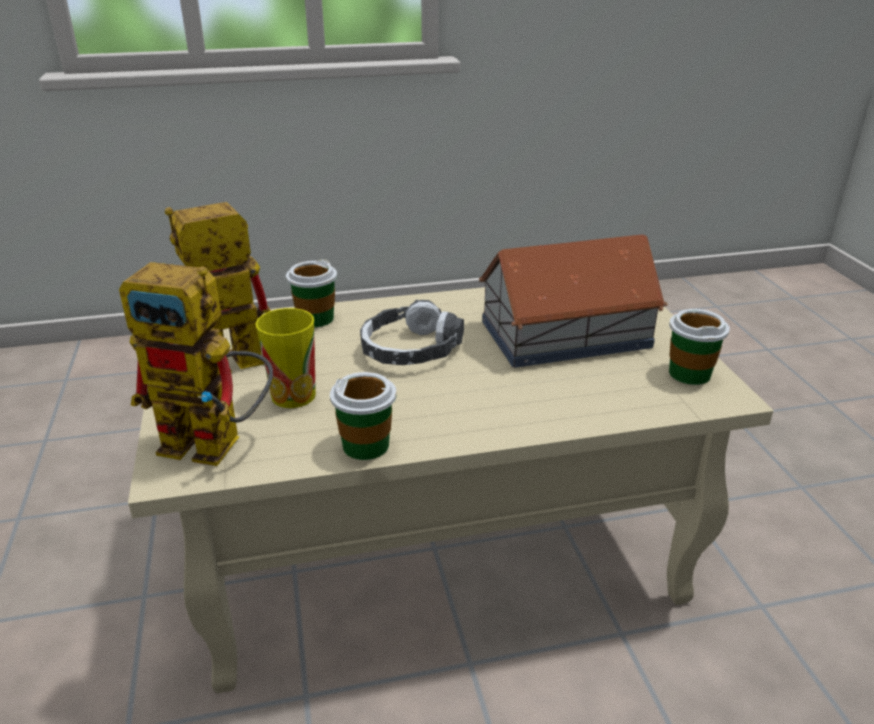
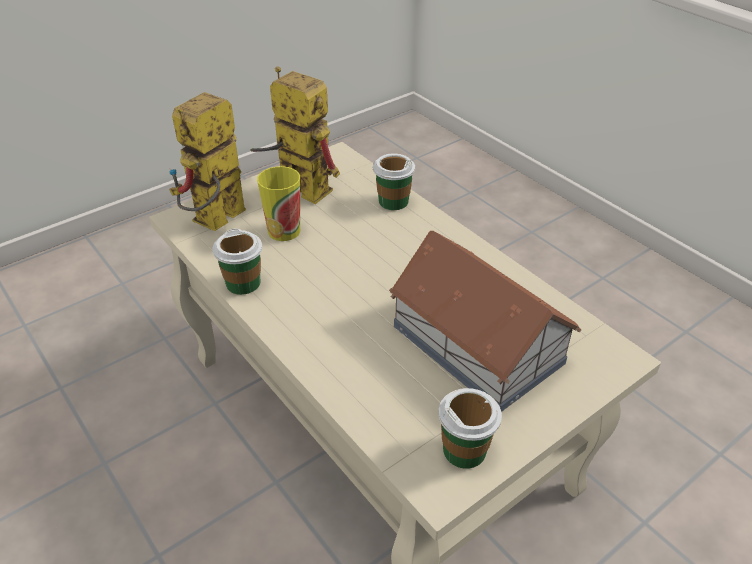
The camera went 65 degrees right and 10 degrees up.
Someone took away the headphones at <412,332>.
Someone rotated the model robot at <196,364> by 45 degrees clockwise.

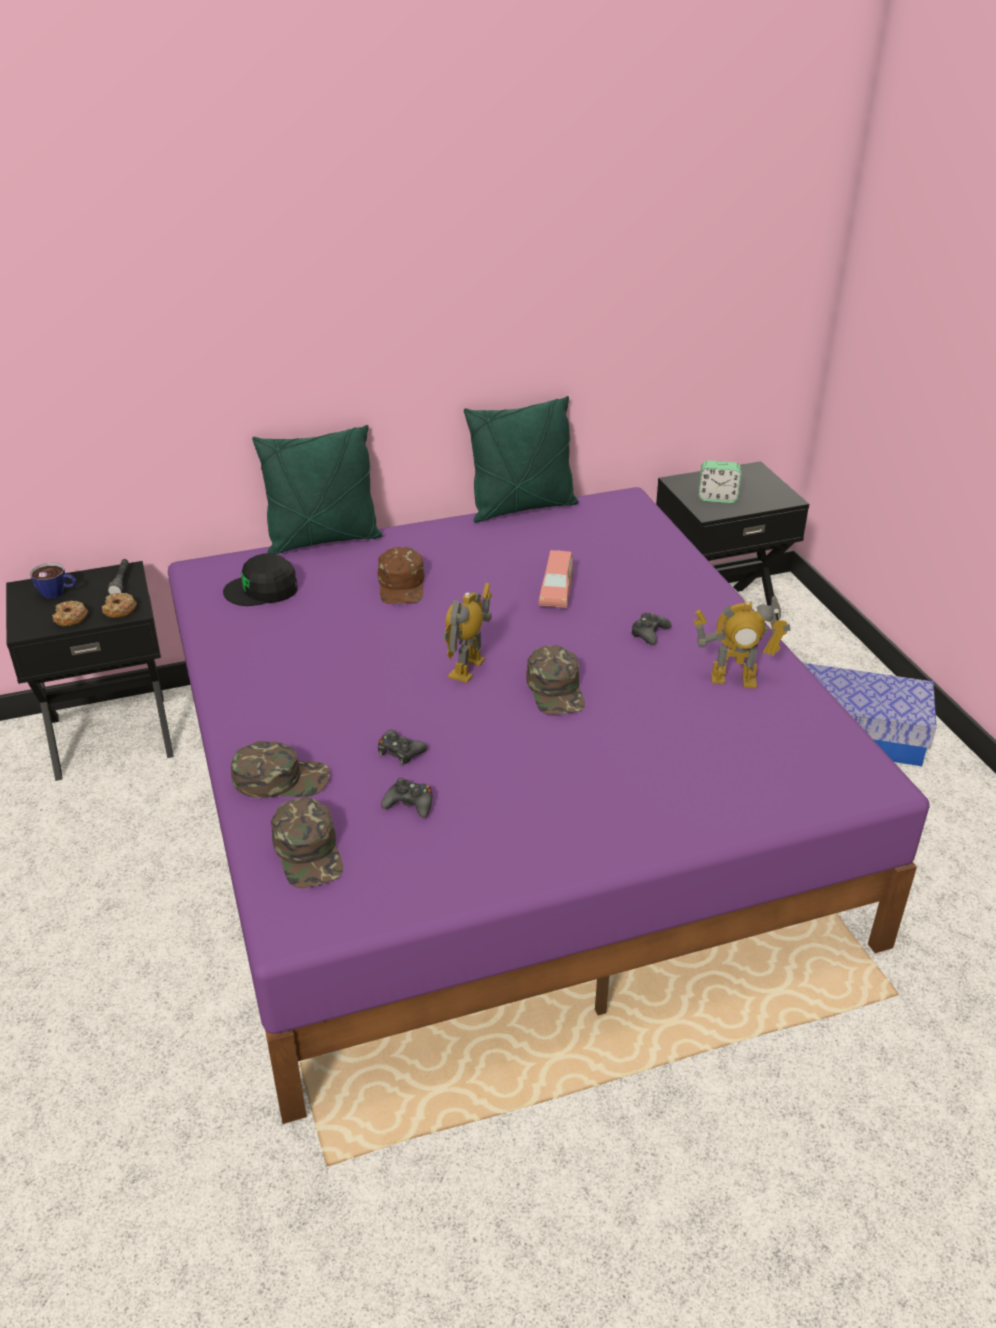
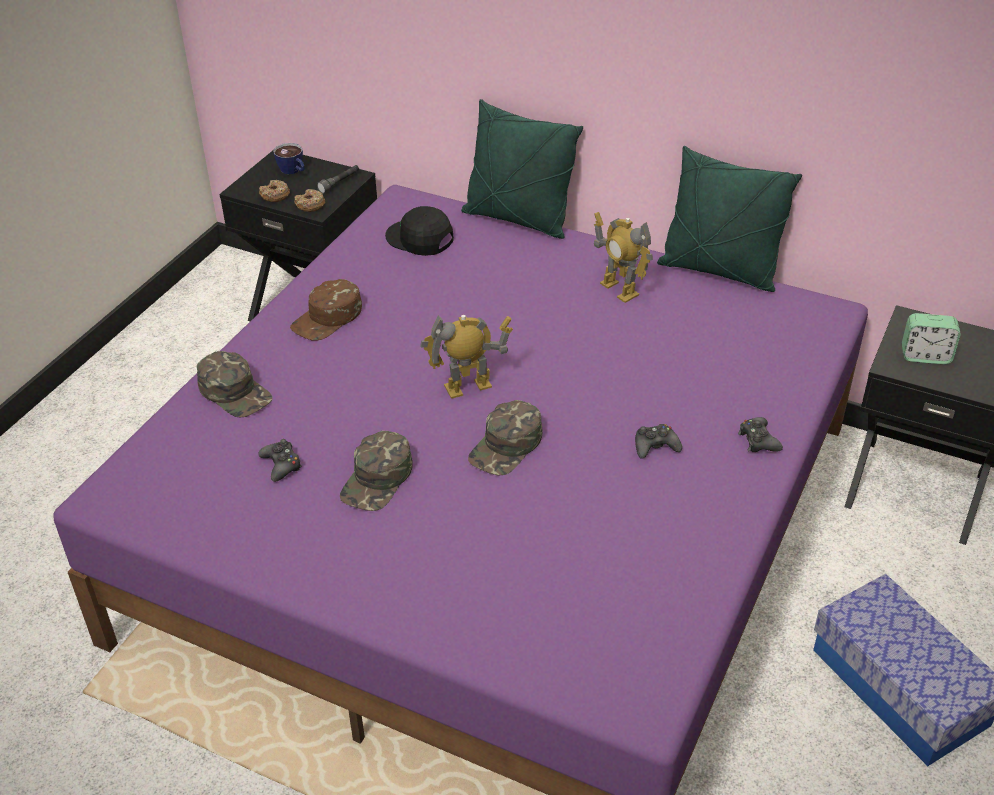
The camera went 45 degrees right and 5 degrees up.
Someone took away the model car (pinkish) at <556,579>.
Someone carried the peaked cap (green-coloured) from <307,842> to <376,471>.
Someone carried the peaked cap (brownish) from <401,575> to <326,310>.
Someone carried the gamepad (black) from <403,747> to <760,434>.
Someone carried the model robot from <742,642> to <623,257>.
Someone rotated the table clock at <720,482> by 45 degrees counterclockwise.

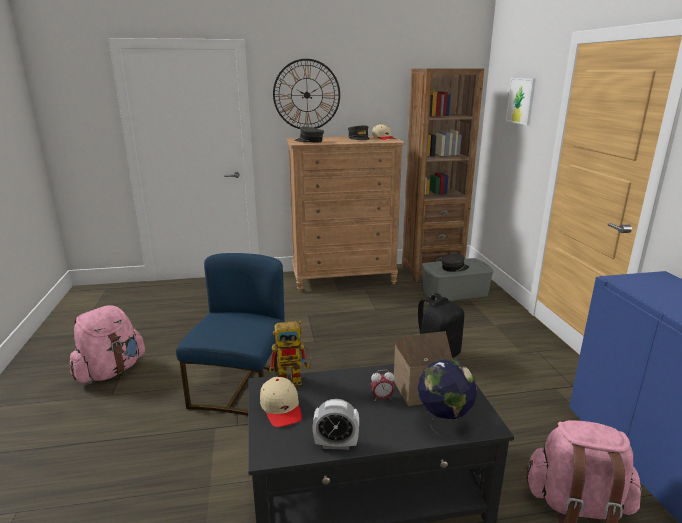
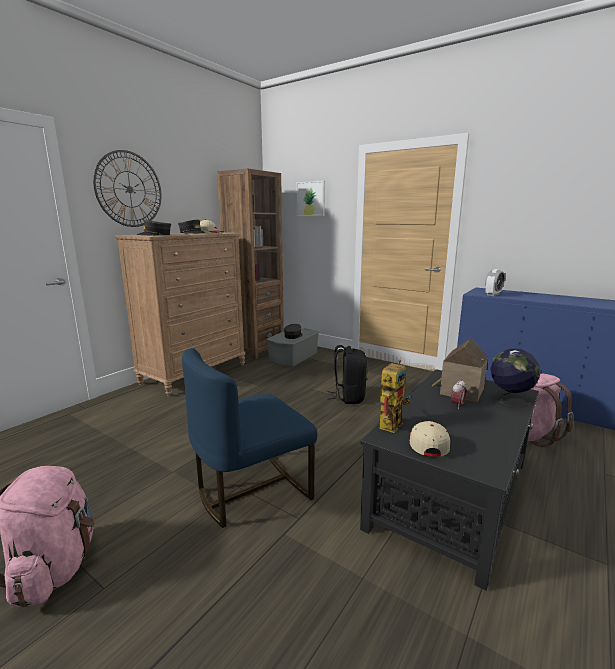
The camera went 45 degrees left and 5 degrees down.
Someone carried the table clock from <335,424> to <495,282>.
Someone rotated the plain chair (blue) at <230,334> by 90 degrees counterclockwise.
Someone rotated the peaked cap (beige-coloured) at <281,402> by 105 degrees counterclockwise.

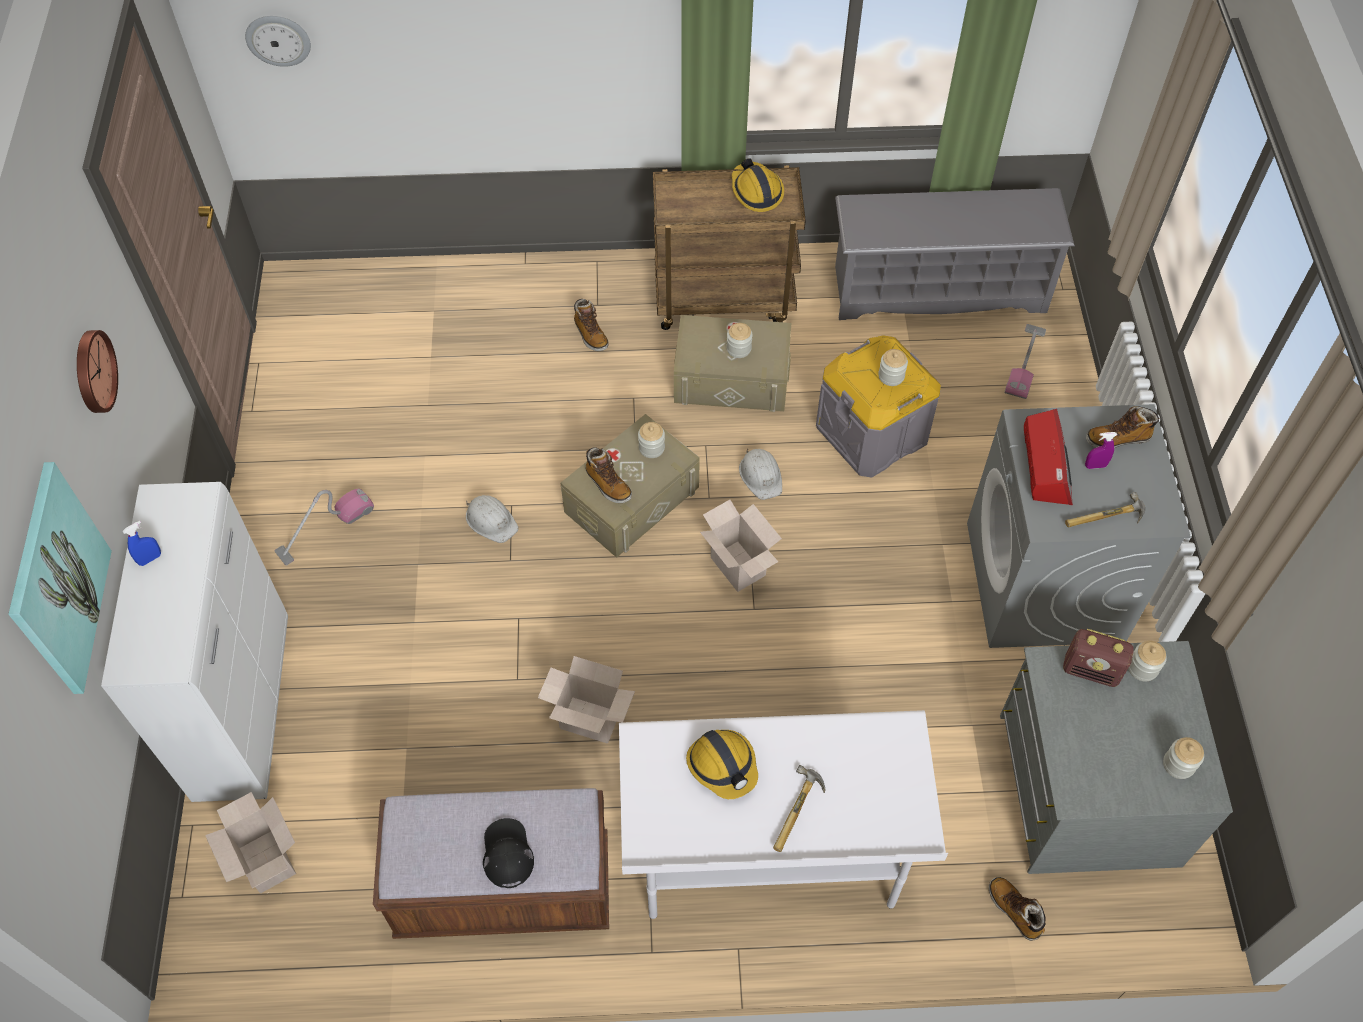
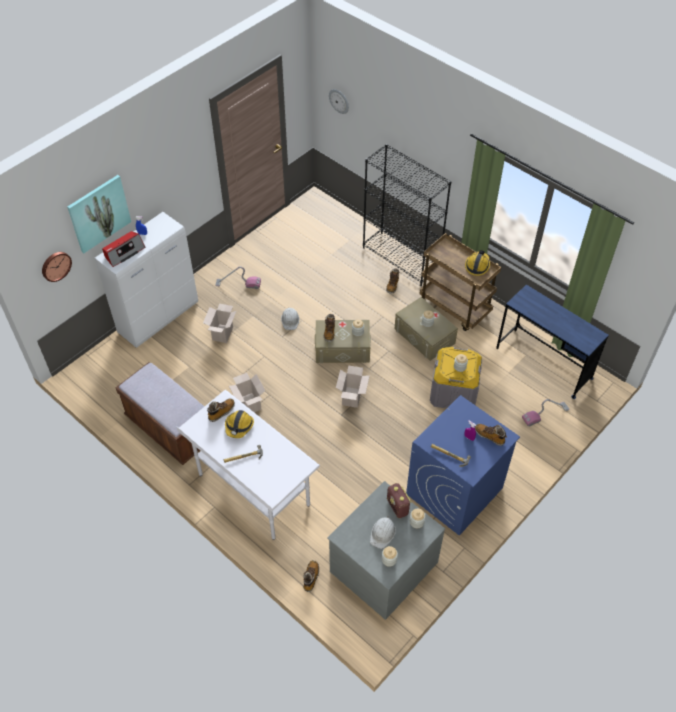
The camera went 45 degrees right and 5 degrees down.
Someone took away the peaked cap (black) at <508,853>.
Someone put down the tall boot at <221,410>.
Someone put down the bookcase (black) at <407,215>.
Someone carried the hanging clock from <97,371> to <57,267>.
Someone carried the carton from <250,842> to <219,323>.
Someone carried the hard hat (white-coloured) from <760,474> to <383,532>.
Someone carried the radio set from <1048,457> to <123,249>.
Someone swapped the shoe rack (grey) at <955,254> for the desk unit (blue) at <552,342>.
Someone repainted the washing machine (grey) at <1079,526>, which became the washing machine (blue) at <463,465>.

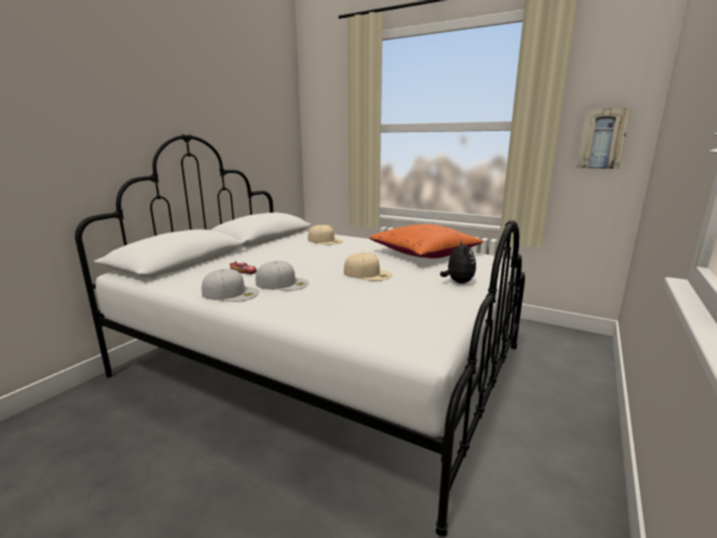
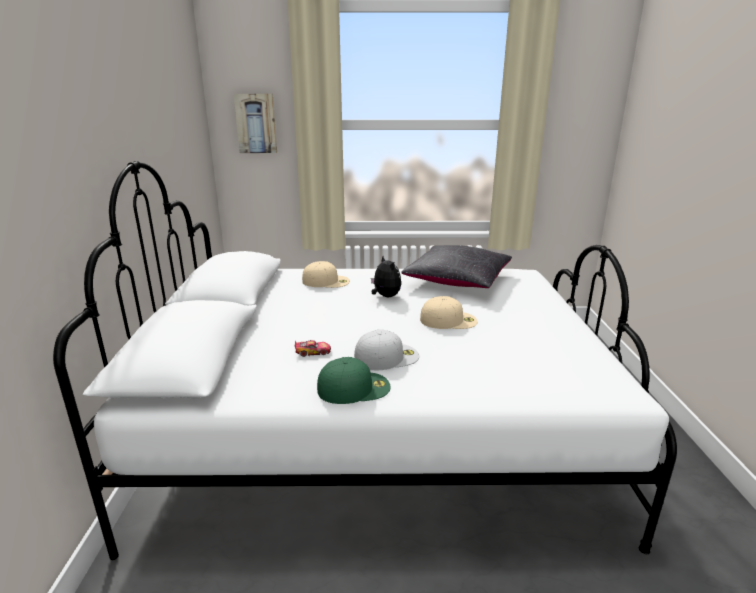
The camera went 30 degrees left and 5 degrees up.
Someone carried the cuddly toy from <458,262> to <386,276>.
Someone carried the wall art from <603,138> to <255,123>.
Someone repainted the peaked cap (white-coloured) at <230,285>, which became the peaked cap (green-coloured) at <353,380>.
Someone repainted the cushion (orange) at <426,241>, which became the cushion (black) at <456,266>.

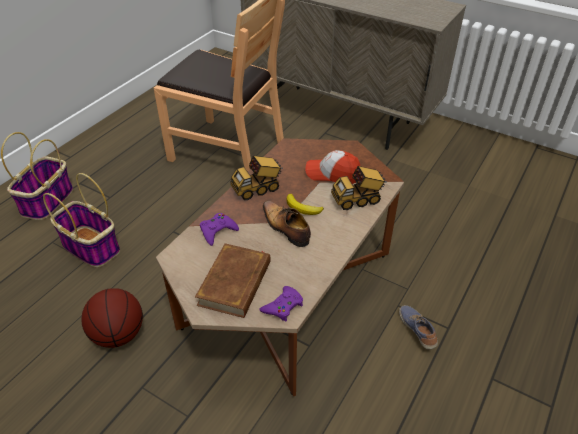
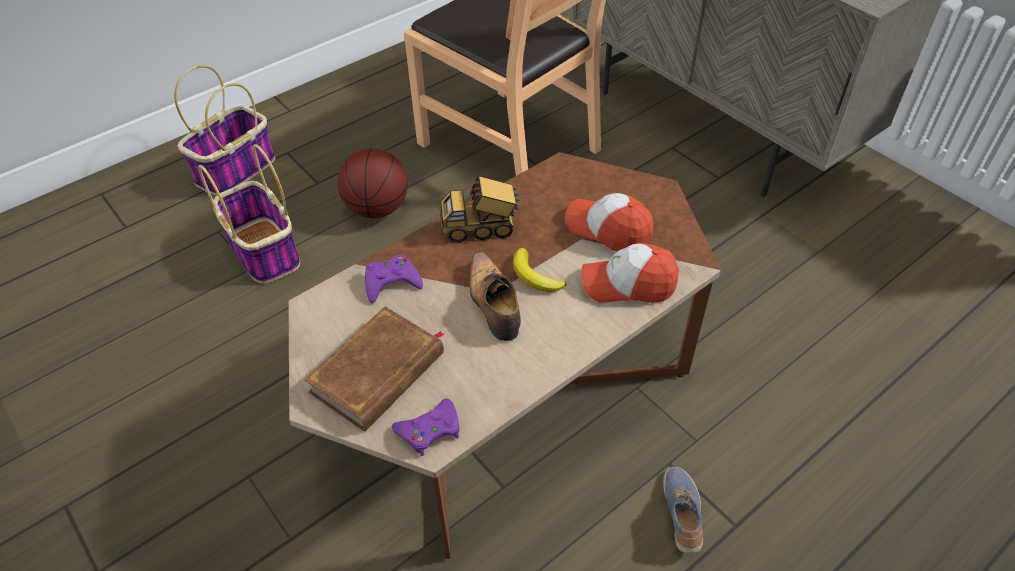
The camera went 20 degrees right and 5 degrees up.
Someone carried the ball for basketball from <112,318> to <372,183>.
Someone swapped the model truck at <359,188> for the peaked cap at <630,273>.

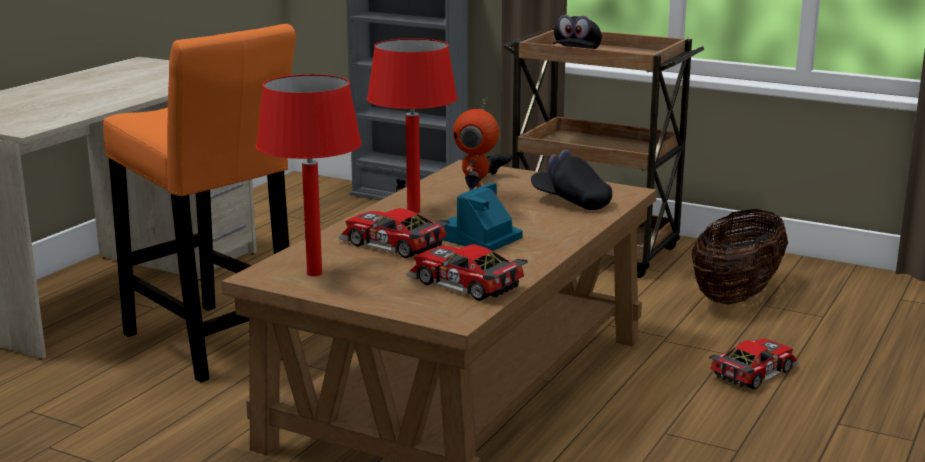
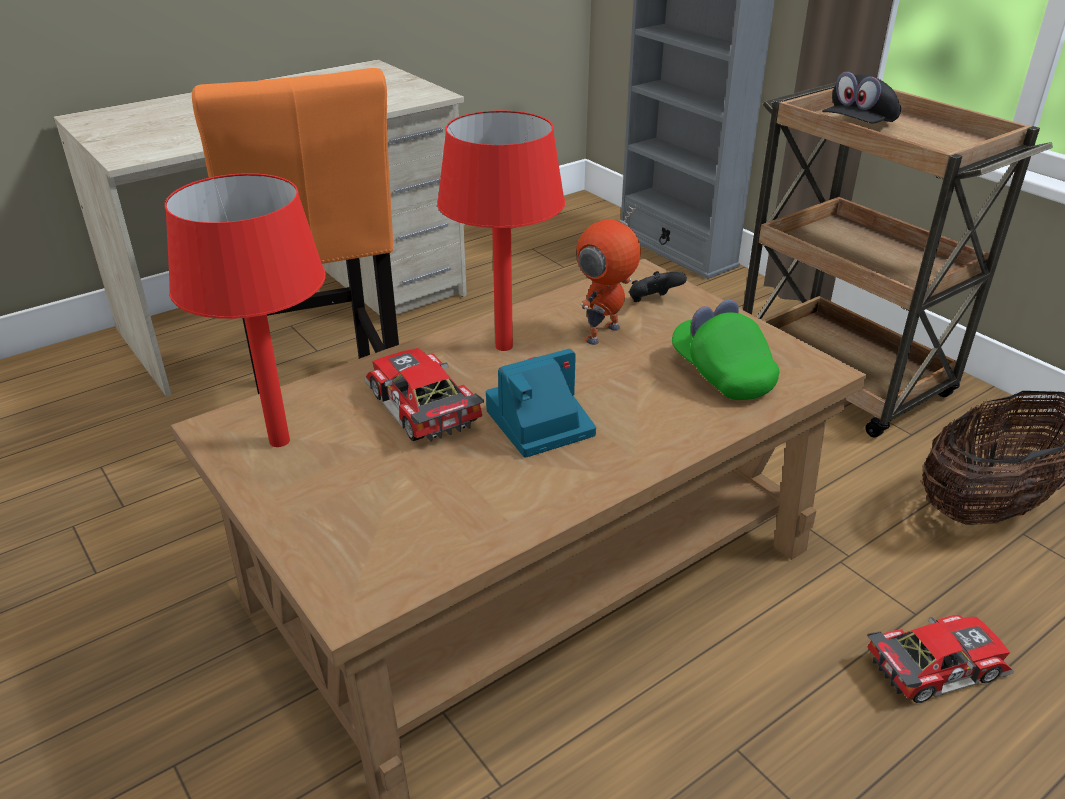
The camera went 25 degrees right and 15 degrees up.
Someone took away the model car at <467,272>.
Someone repainted the peaked cap (black) at <571,180>, which became the peaked cap (green-coloured) at <725,349>.

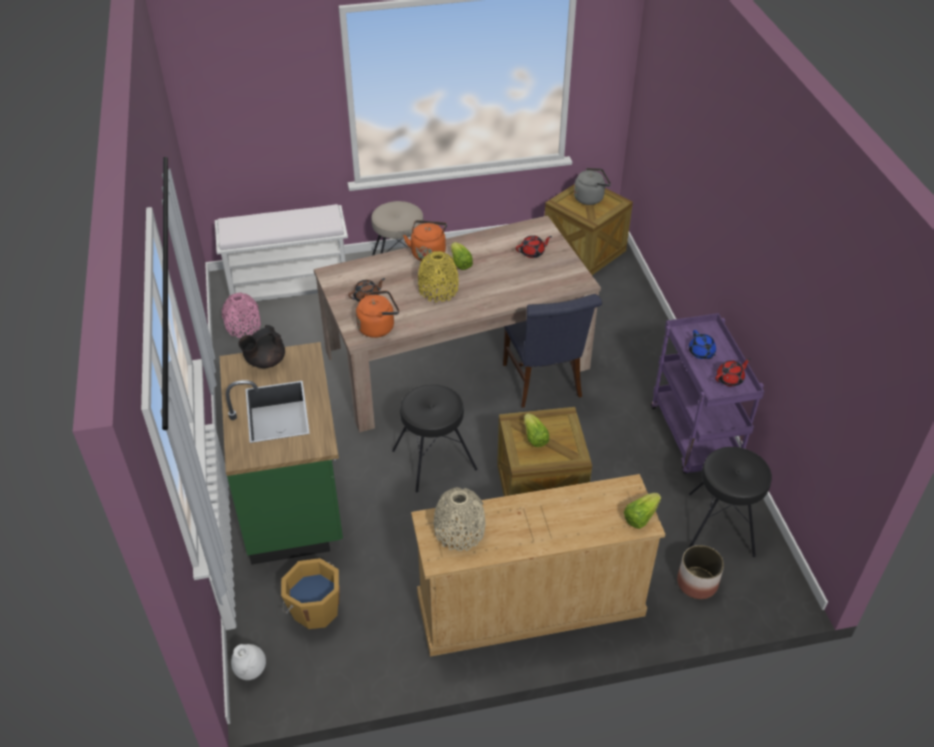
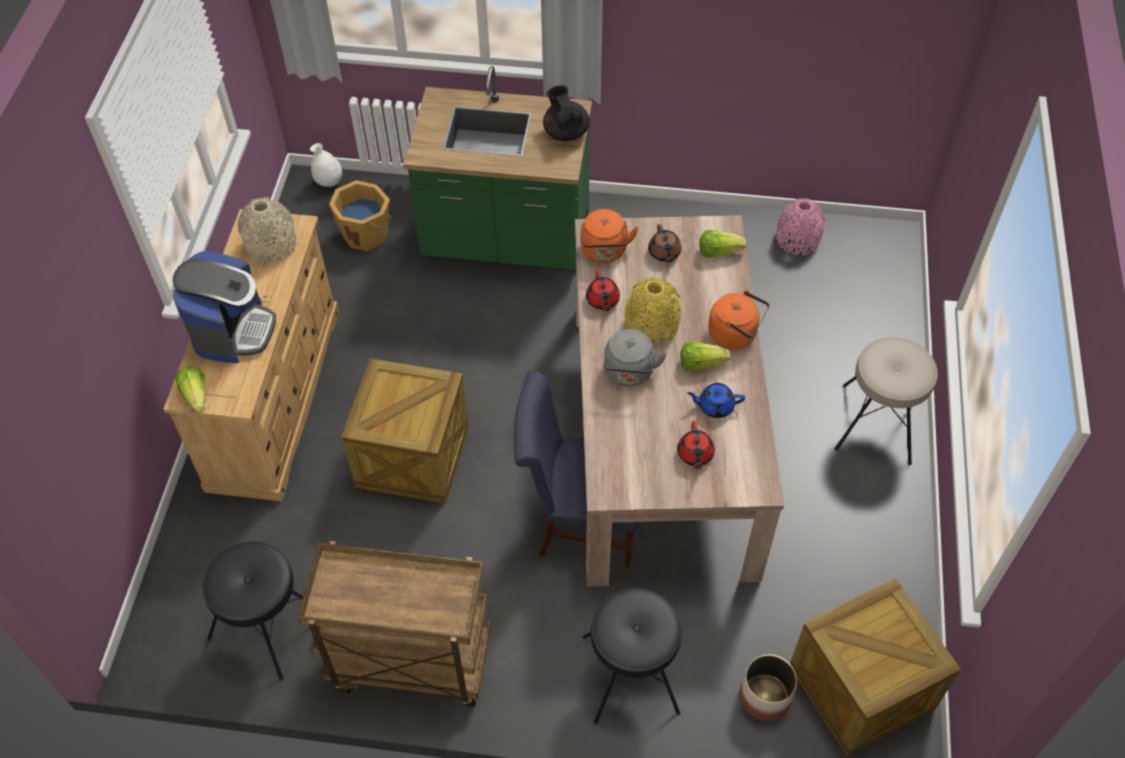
The camera went 110 degrees right and 10 degrees up.
Someone took away the long seat (white-coloured) at <281,252>.
Someone put down the coffee maker at <224,307>.
Someone carried the sitting stool (black) from <434,438> to <632,656>.
Someone carried the lettuce from <536,430> to <723,243>.
Someone carried the kettle (grey) from <592,186> to <635,358>.
Someone carried the planter from <700,572> to <769,687>.
Someone carried the teapot (blue) from <702,344> to <716,400>.
Someone carried the teapot (red-coloured) from <733,372> to <603,290>.
Someone repainted the trolley (purple-coloured) at <707,393>, which became the trolley (brownish) at <394,624>.

